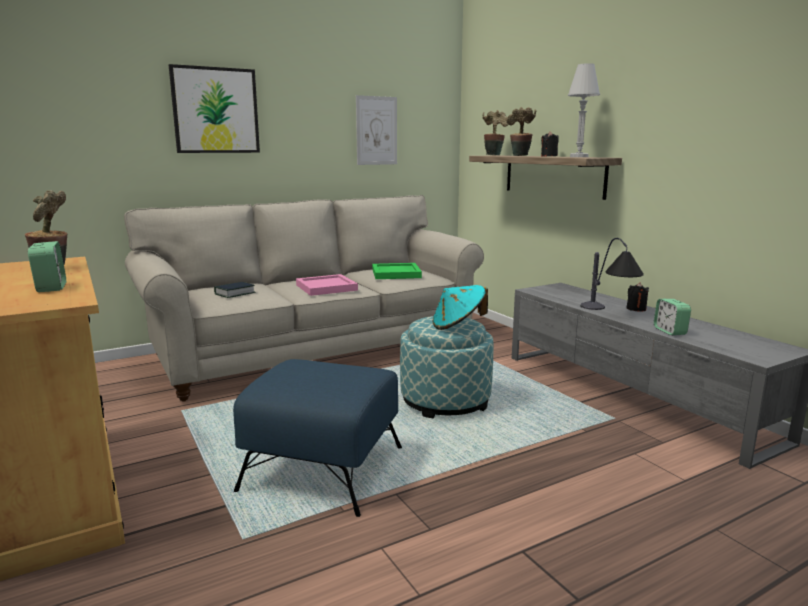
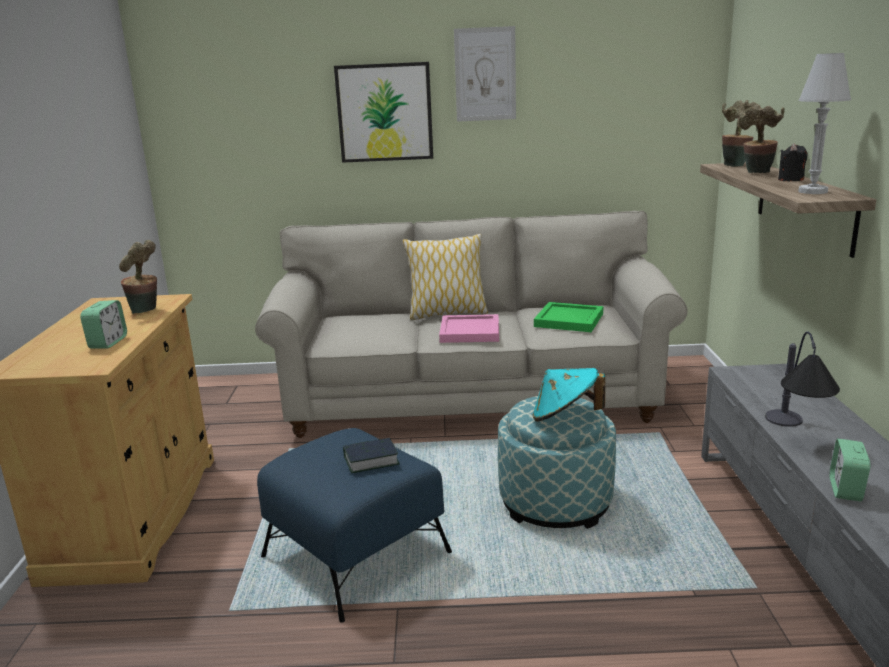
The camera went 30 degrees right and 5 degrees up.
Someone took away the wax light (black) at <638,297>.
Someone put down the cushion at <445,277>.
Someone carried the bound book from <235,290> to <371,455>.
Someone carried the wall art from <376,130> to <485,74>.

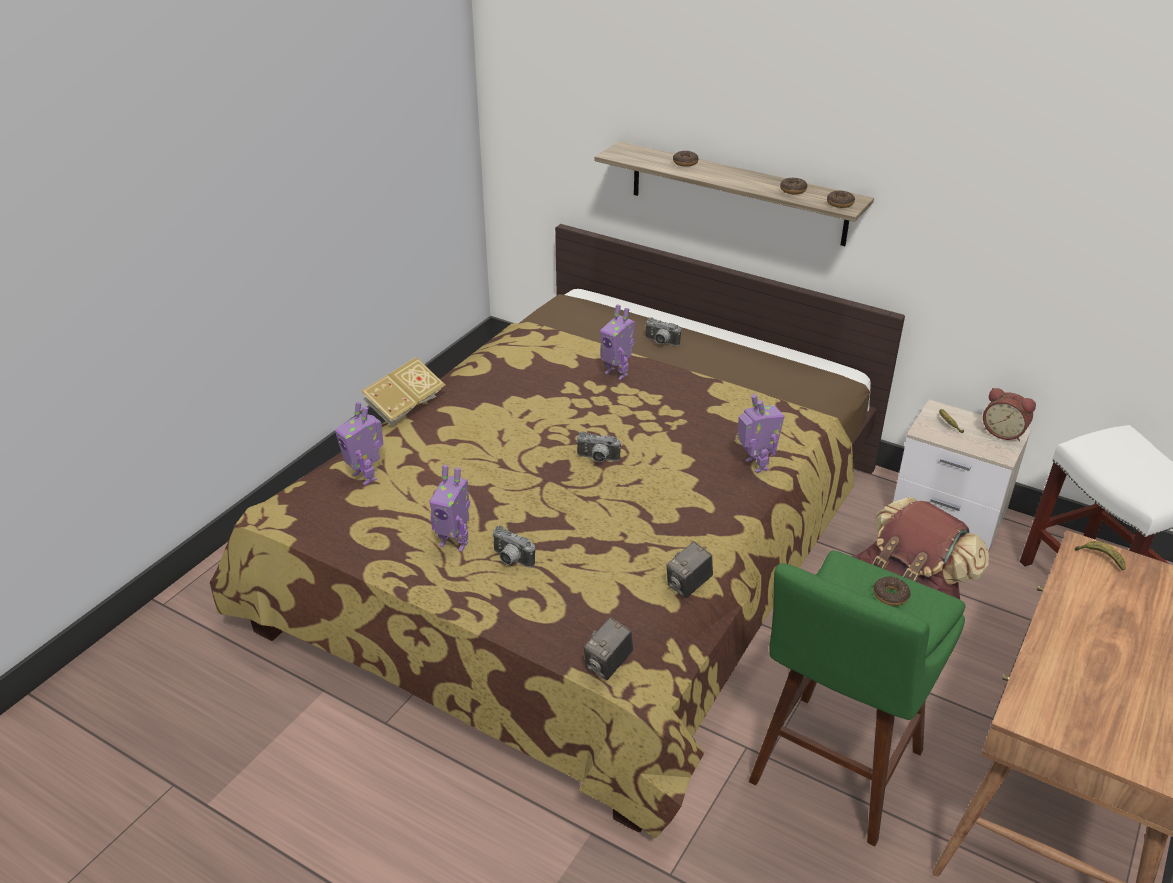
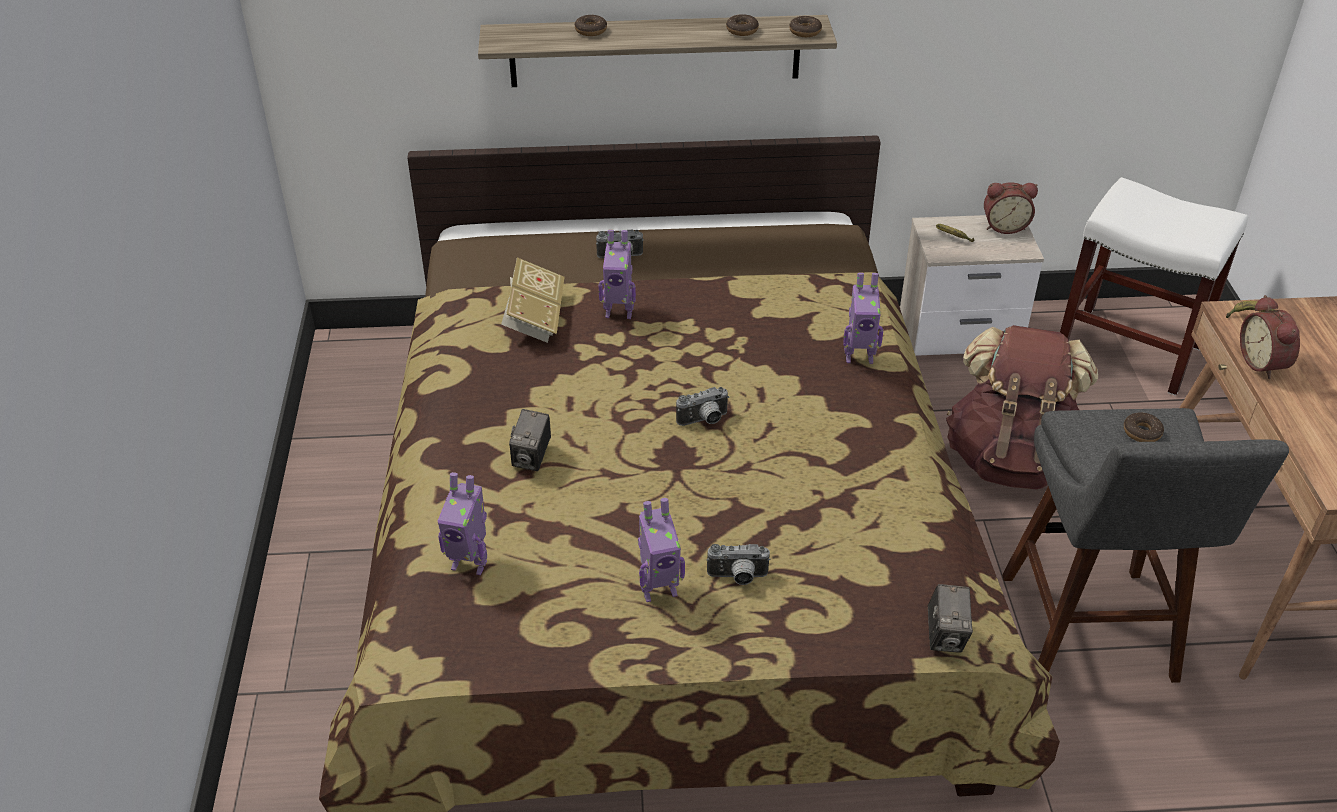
The camera went 35 degrees left and 5 degrees up.
Someone put down the table clock at <1270,337>.
Someone carried the bound book from <403,392> to <532,300>.
Someone carried the still camera from <689,569> to <530,440>.
Someone repainted the sitting stool (green-coloured) at <857,698>, which became the sitting stool (grey) at <1145,545>.
Someone rotated the model robot at <760,433> by 150 degrees clockwise.

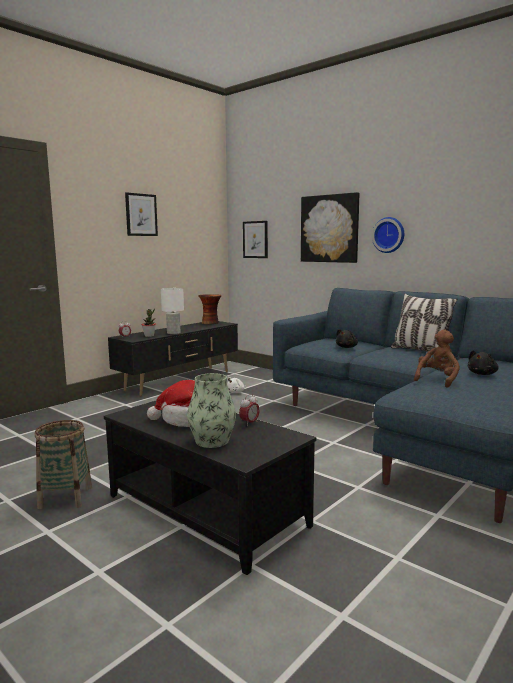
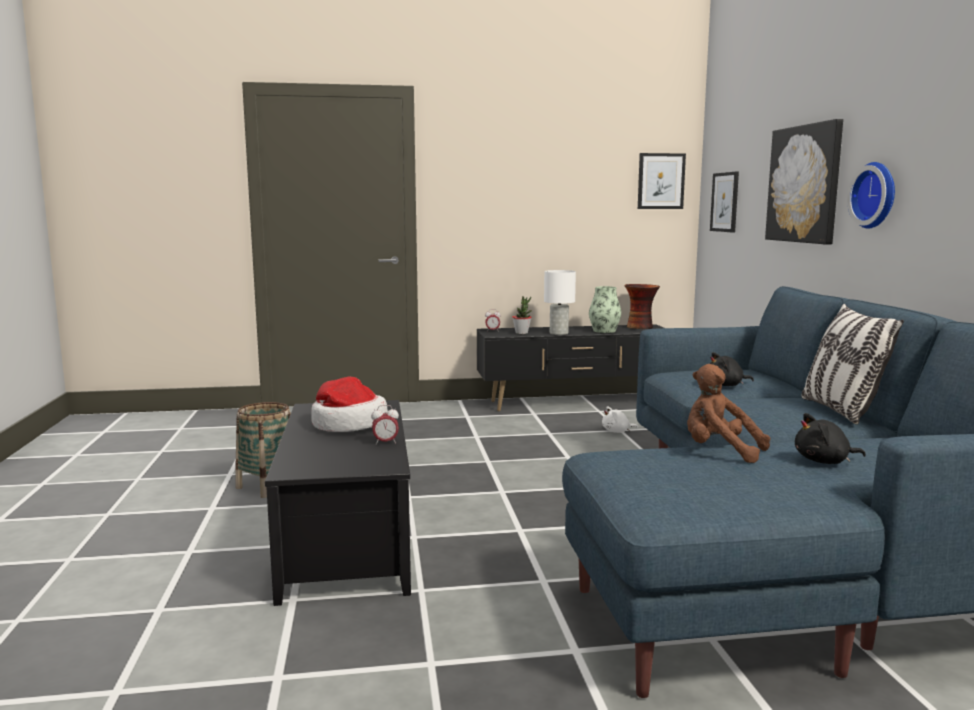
The camera went 40 degrees right and 0 degrees up.
Someone carried the wall art from <141,214> to <662,181>.
Someone carried the decorative vase from <211,410> to <605,309>.
Someone rotated the cuddly toy (brownish) at <437,358> by 135 degrees counterclockwise.

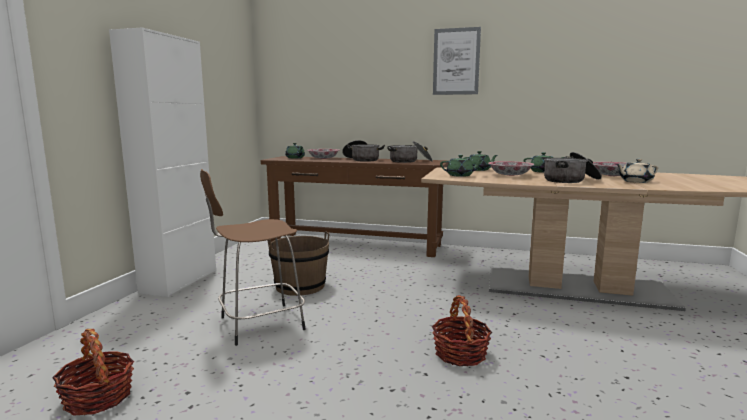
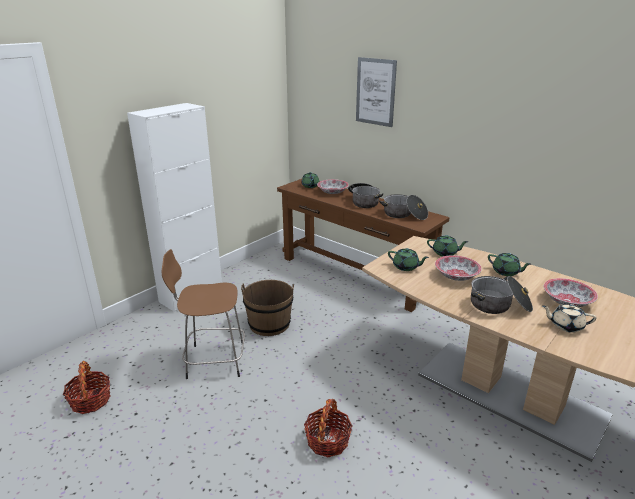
The camera went 25 degrees right and 15 degrees up.
Someone carried the wall art from <457,61> to <376,92>.

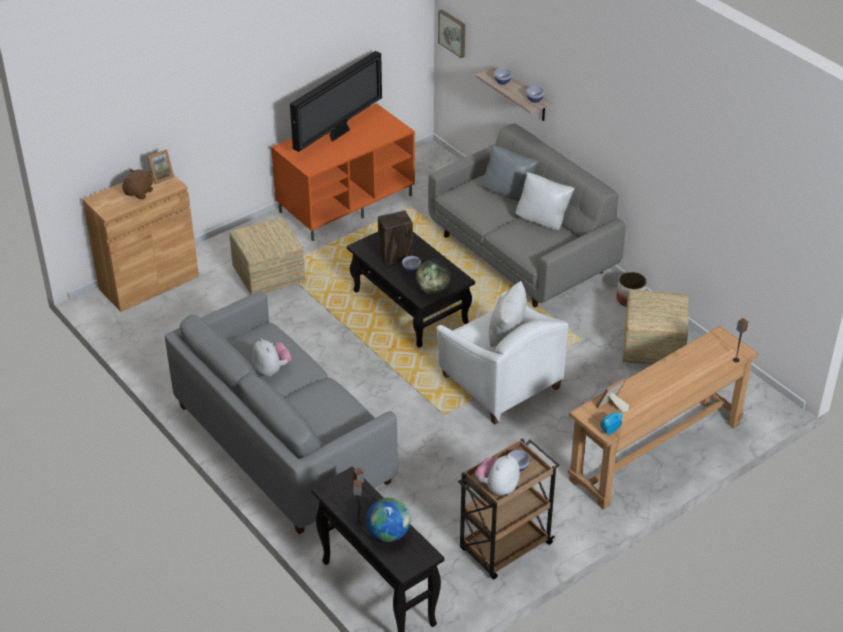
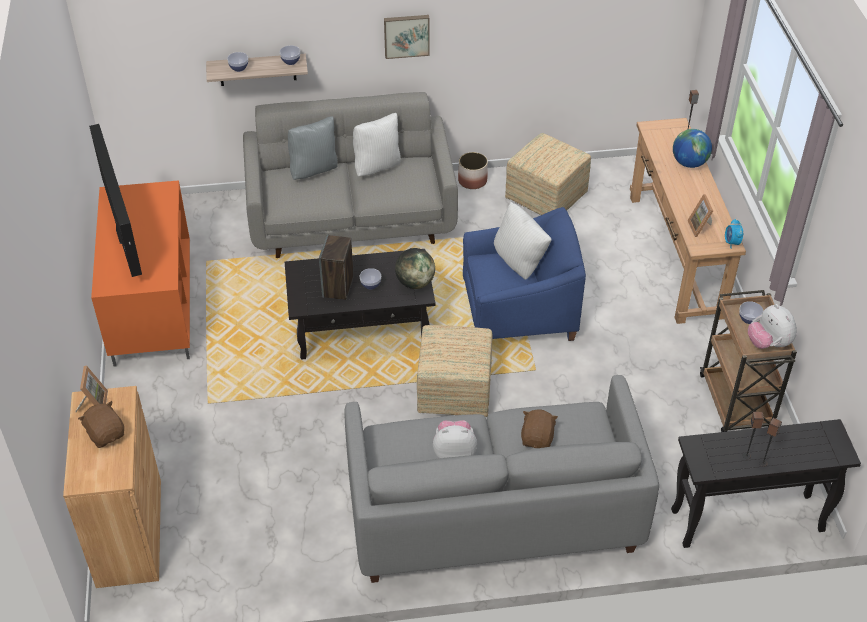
The camera went 60 degrees left and 5 degrees up.
Someone put down the cuddly toy (brownish) at <539,428>.
Someone carried the ottoman from <267,256> to <455,371>.
Someone carried the globe from <388,520> to <692,148>.
Someone carried the wall art from <451,33> to <407,37>.
Someone repainted the lounge chair (white-coloured) at <502,357>, which became the lounge chair (blue) at <524,274>.

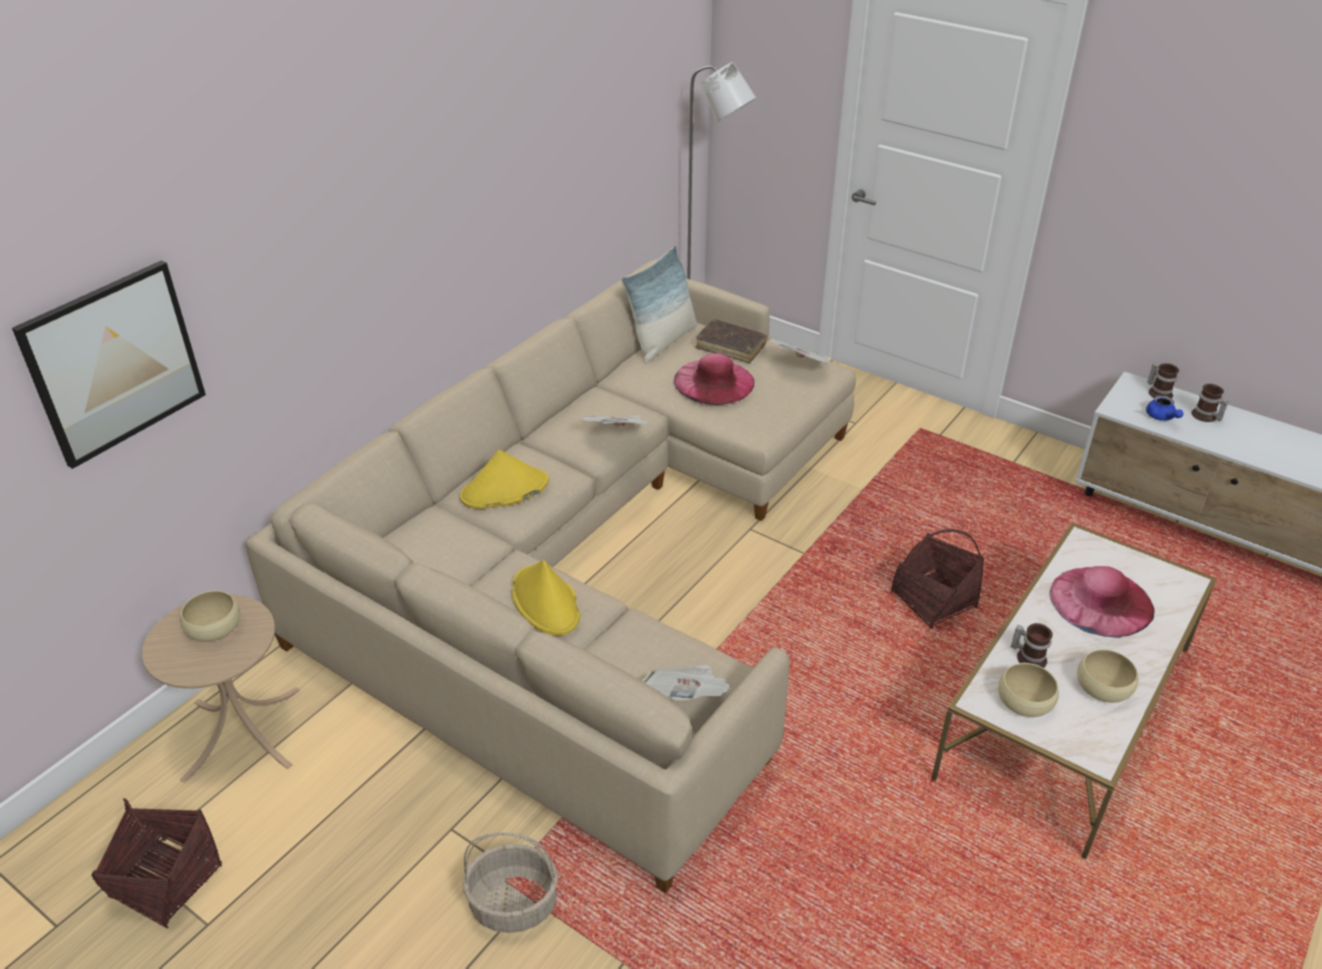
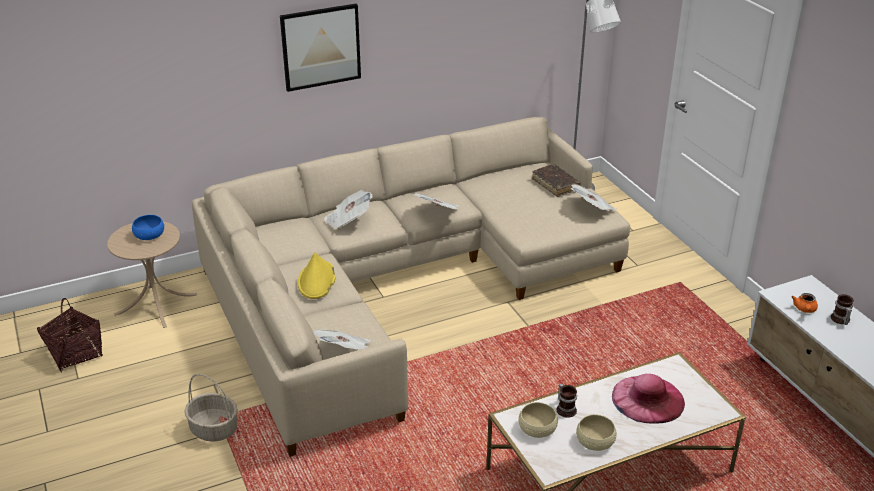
The camera went 30 degrees right and 5 degrees down.
Someone took away the cushion at <659,305>.
Someone took away the wearable hat (pinkish) at <714,379>.
Someone took away the household basket at <937,579>.
Someone took away the mug at <1163,381>.
Someone carried the wall art from <109,364> to <320,48>.
Someone swapped the wearable hat (yellow) at <504,479> for the daily paper at <348,209>.
Someone repainted the bowl (beige-coloured) at <210,616>, which became the bowl (blue) at <148,227>.
Someone repainted the teapot (blue) at <1165,408>, which became the teapot (orange) at <805,303>.

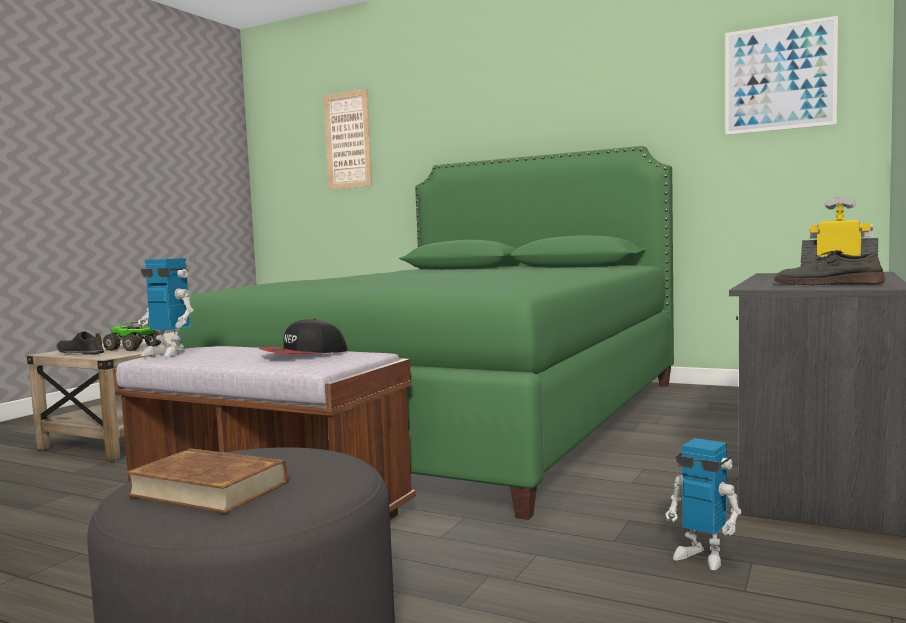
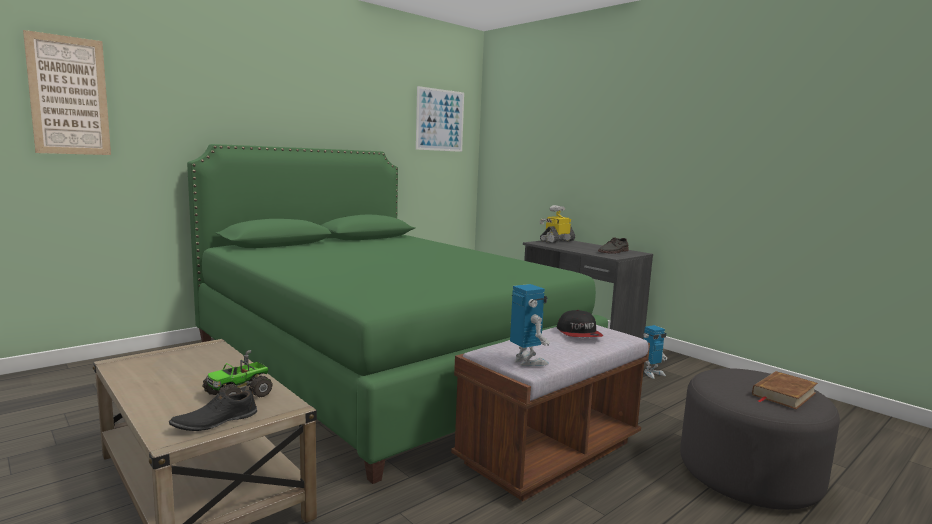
The camera went 70 degrees left and 5 degrees up.
Someone rotated the model robot at <165,307> by 75 degrees counterclockwise.

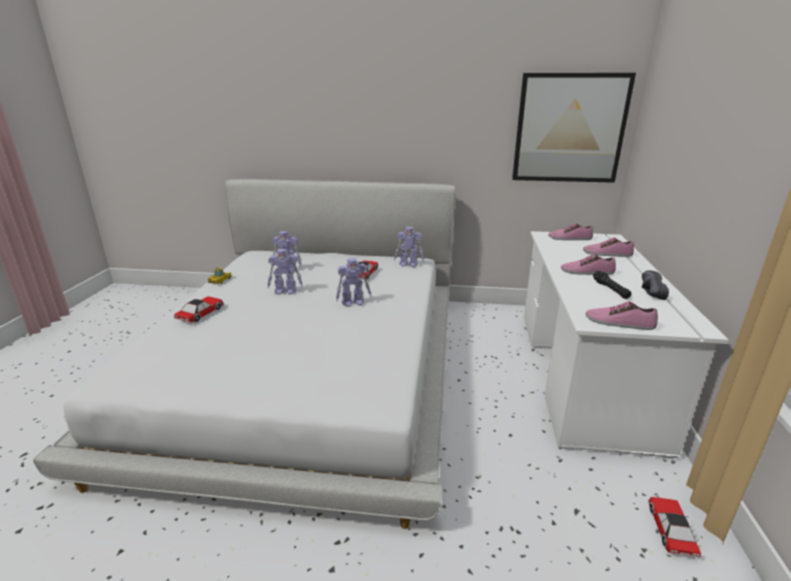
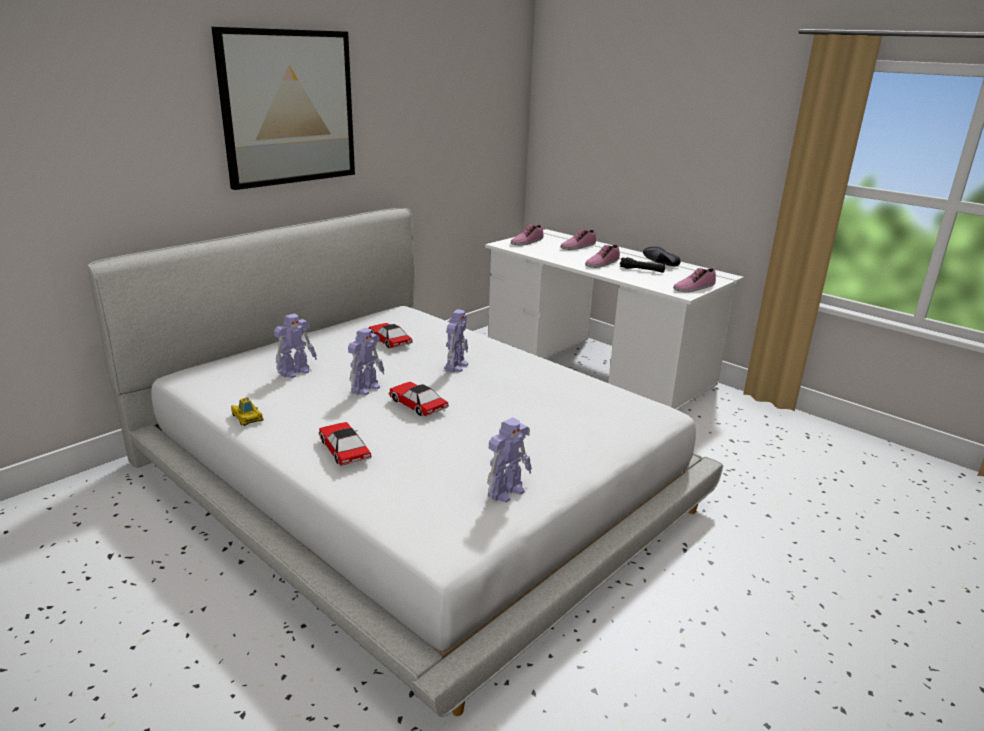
The camera went 55 degrees left and 0 degrees up.
Someone carried the model robot from <409,247> to <509,459>.
Someone carried the wall art from <574,128> to <283,108>.
Someone carried the model car from <674,528> to <418,399>.

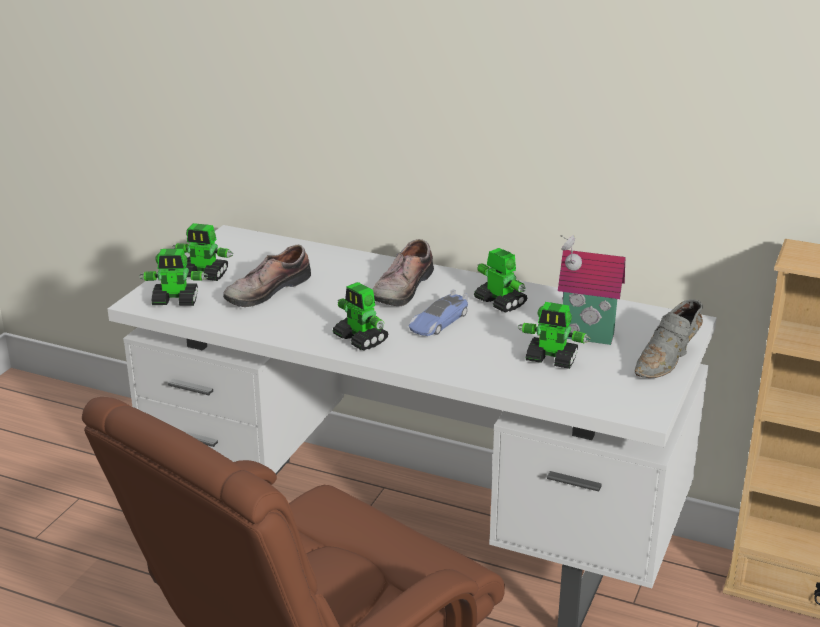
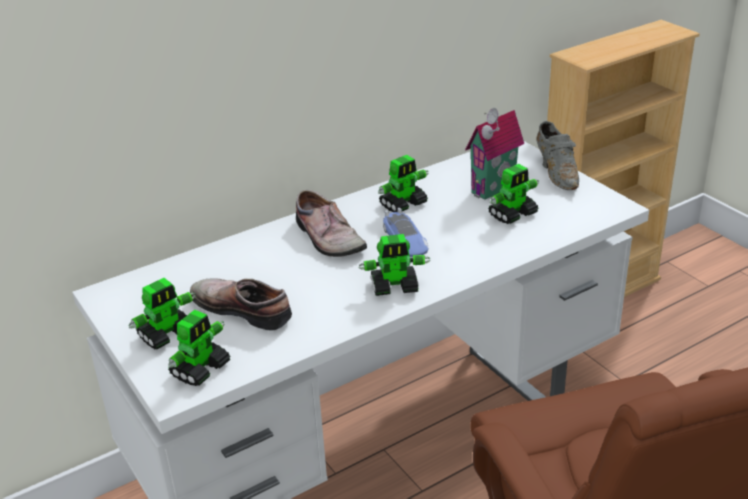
The camera went 55 degrees left and 5 degrees up.
Someone rotated the item of footwear at <267,276> by 135 degrees clockwise.
Someone rotated the model robot at <501,280> by 150 degrees clockwise.

